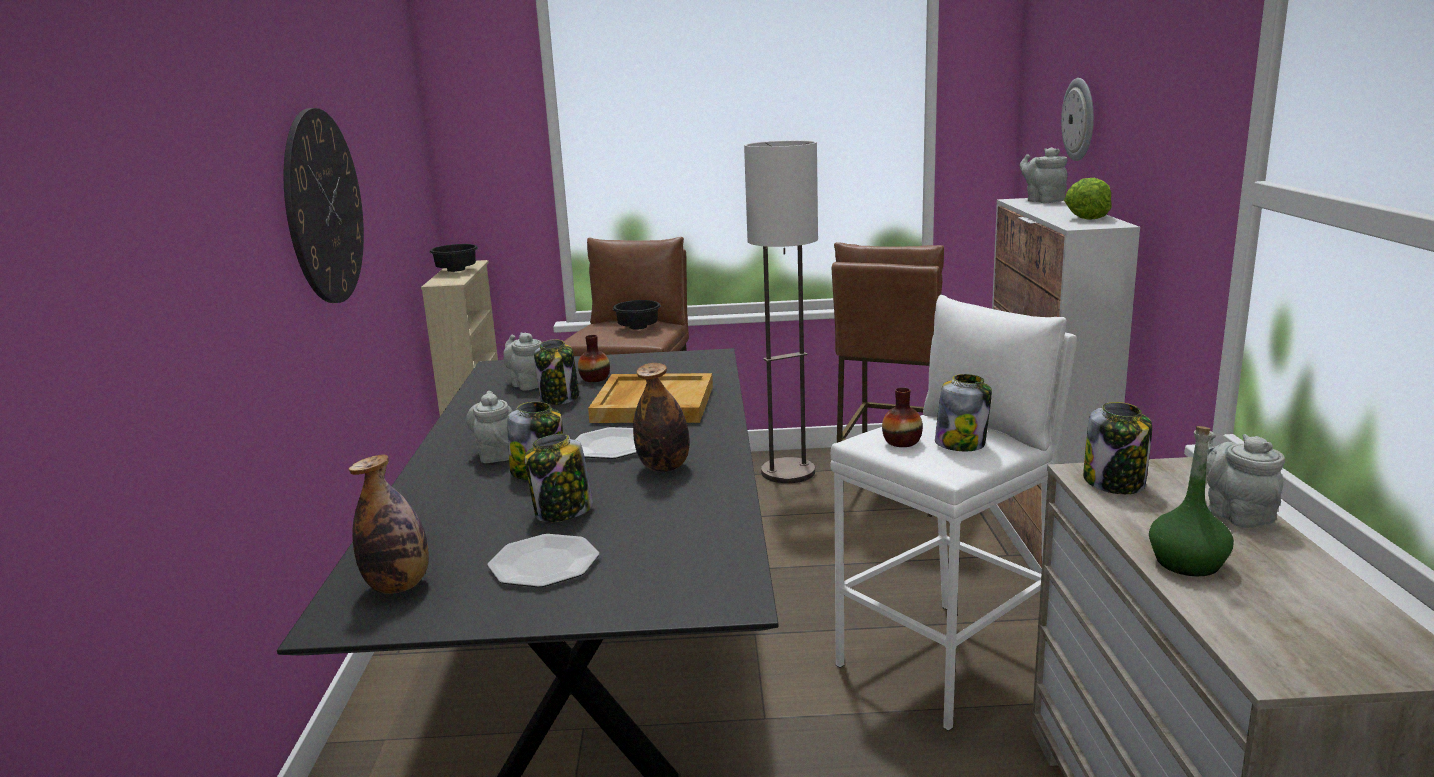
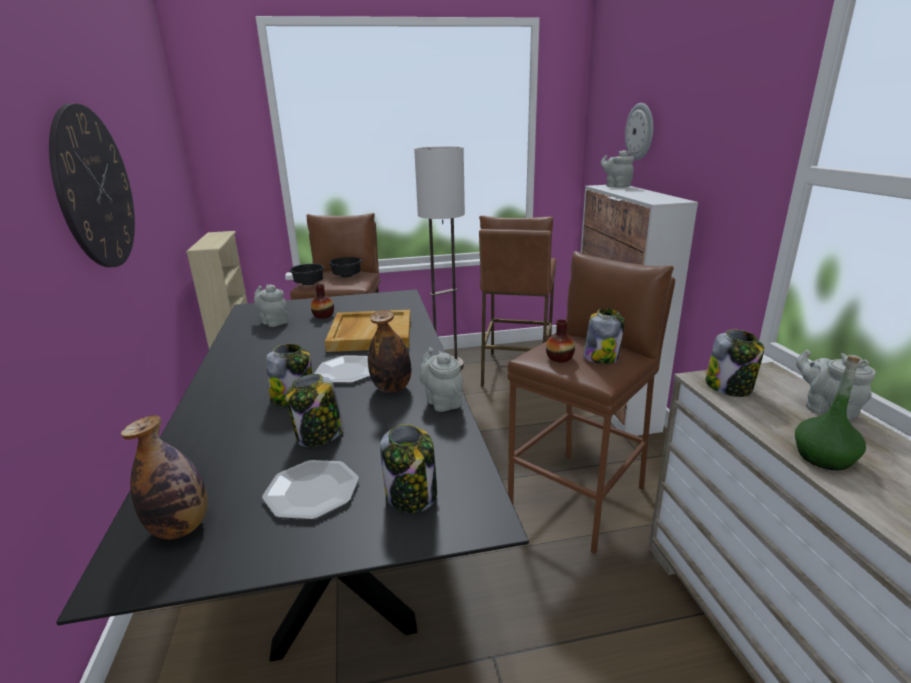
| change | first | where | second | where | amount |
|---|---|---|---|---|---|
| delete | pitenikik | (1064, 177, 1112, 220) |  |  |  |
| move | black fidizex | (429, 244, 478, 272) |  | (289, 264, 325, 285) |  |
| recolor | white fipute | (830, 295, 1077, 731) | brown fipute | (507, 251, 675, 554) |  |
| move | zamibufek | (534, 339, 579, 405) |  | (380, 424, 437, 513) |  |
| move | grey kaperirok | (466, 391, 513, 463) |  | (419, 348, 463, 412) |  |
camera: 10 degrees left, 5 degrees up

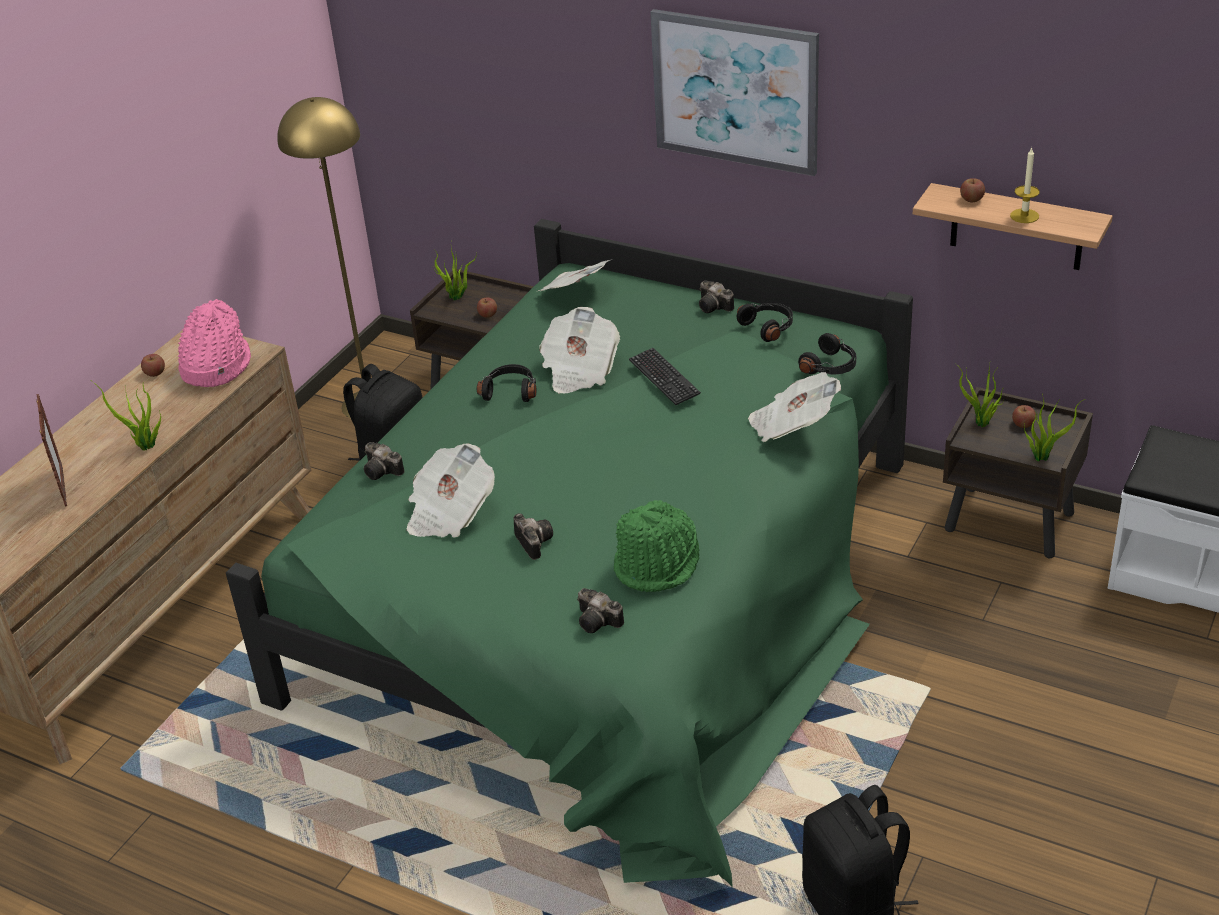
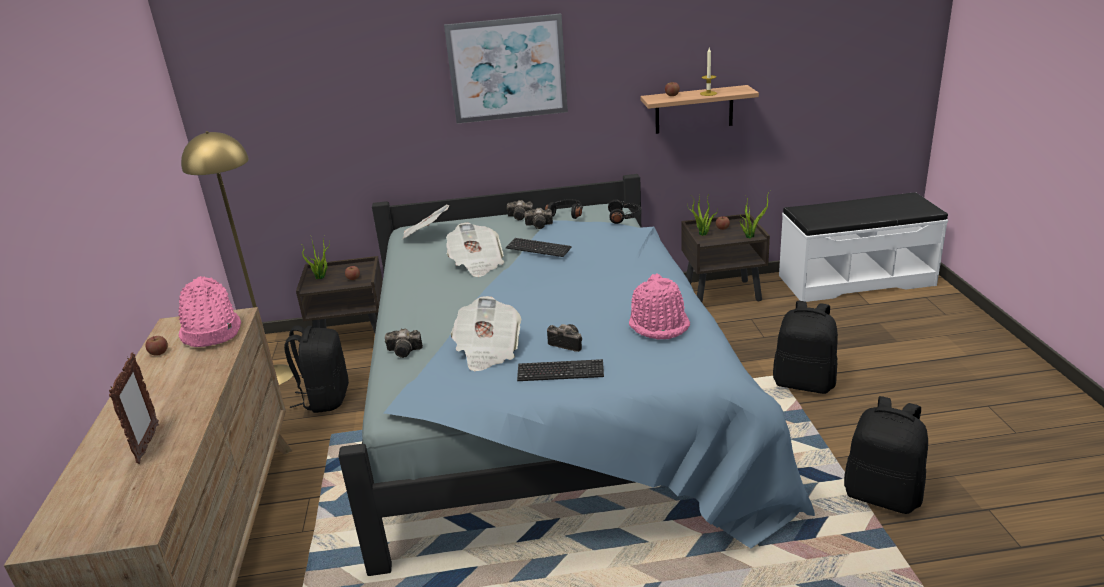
| change | first | where | second | where | amount |
|---|---|---|---|---|---|
| recolor | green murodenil | (226, 219, 913, 887) | blue murodenil | (338, 174, 815, 576) |  |
| delete | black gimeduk | (477, 364, 536, 402) |  |  |  |
| delete | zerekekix | (748, 372, 841, 442) |  |  |  |
| delete | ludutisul | (92, 381, 161, 451) |  |  |  |
| rotate | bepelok | (36, 394, 67, 507) |  | (109, 353, 159, 464) | 45 degrees clockwise |
| recolor | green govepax | (614, 500, 700, 592) | pink govepax | (629, 273, 690, 339) |  |
| move | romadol | (577, 588, 624, 633) |  | (524, 208, 553, 229) |  |
| insert |  |  | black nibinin | (773, 301, 838, 394) |  |
| insert |  |  | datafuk | (517, 359, 604, 381) |  |
camera: 35 degrees left, 10 degrees down

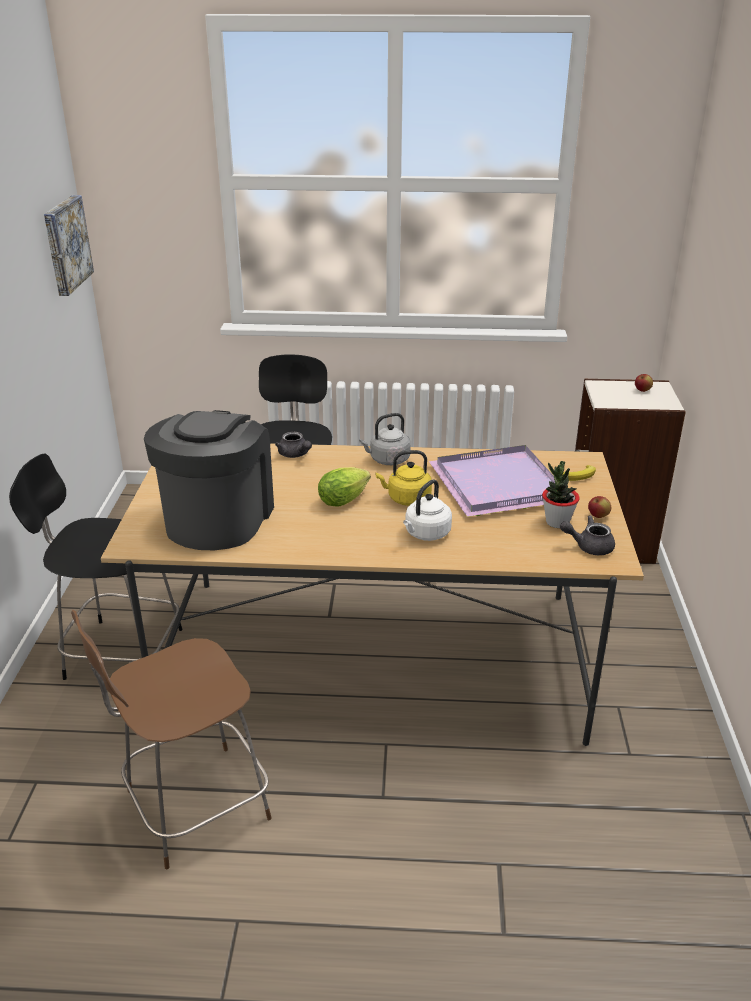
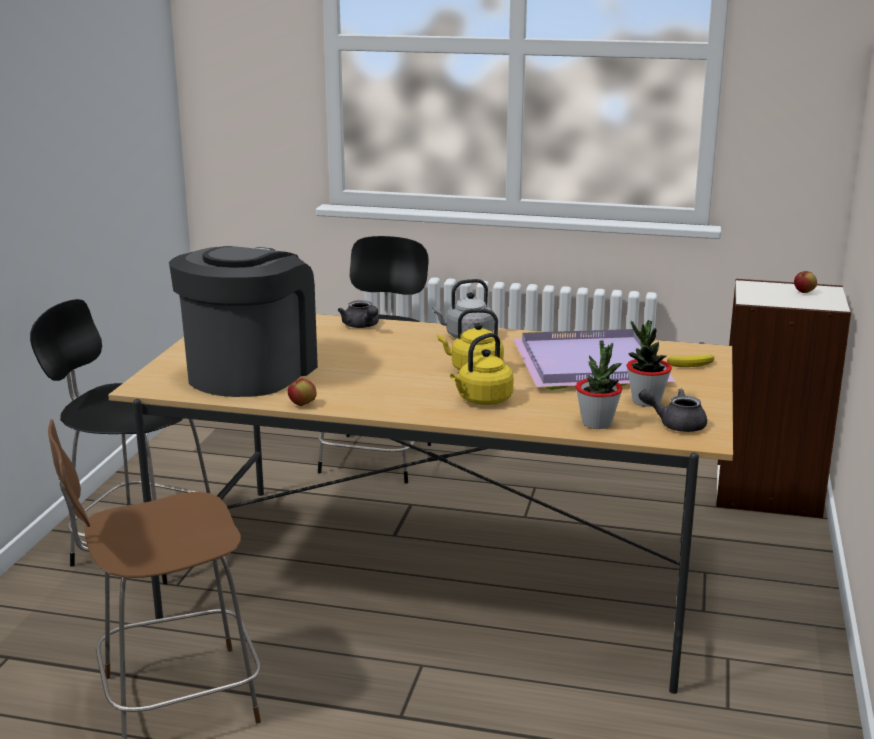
| change | first | where | second | where | amount |
|---|---|---|---|---|---|
| delete | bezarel | (44, 195, 94, 296) |  |  |  |
| delete | pitenikik | (318, 467, 371, 506) |  |  |  |
| recolor | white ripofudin | (403, 479, 452, 541) | yellow ripofudin | (450, 333, 514, 405) |  |
| move | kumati | (588, 496, 611, 518) |  | (288, 379, 317, 406) |  |
| insert |  |  | ludutisul | (576, 340, 623, 429) |  |
camera: 10 degrees right, 10 degrees down

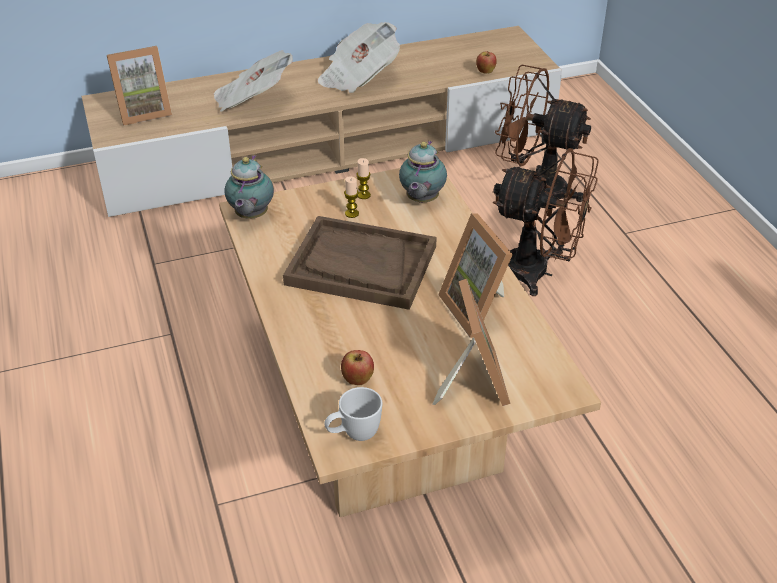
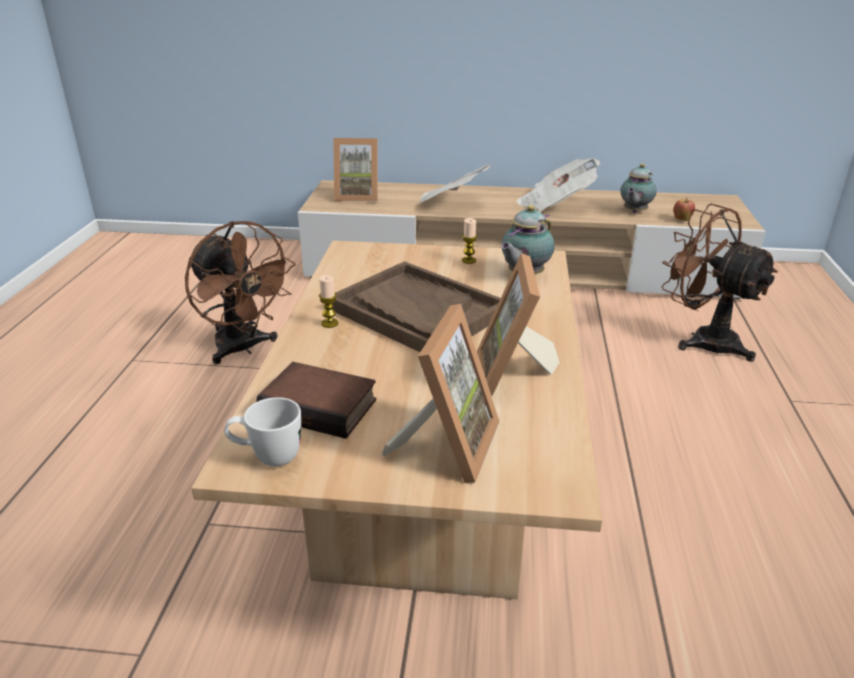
| change | first | where | second | where | amount |
|---|---|---|---|---|---|
| move | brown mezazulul | (493, 148, 599, 296) |  | (185, 221, 296, 364) |  |
| move | kaperirok | (225, 155, 274, 219) |  | (620, 163, 657, 213) |  |
| move | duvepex | (344, 176, 359, 218) |  | (319, 275, 338, 328) |  |
| replace | kumati | (341, 350, 374, 385) | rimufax | (256, 362, 376, 439) |  |
camera: 25 degrees right, 10 degrees down

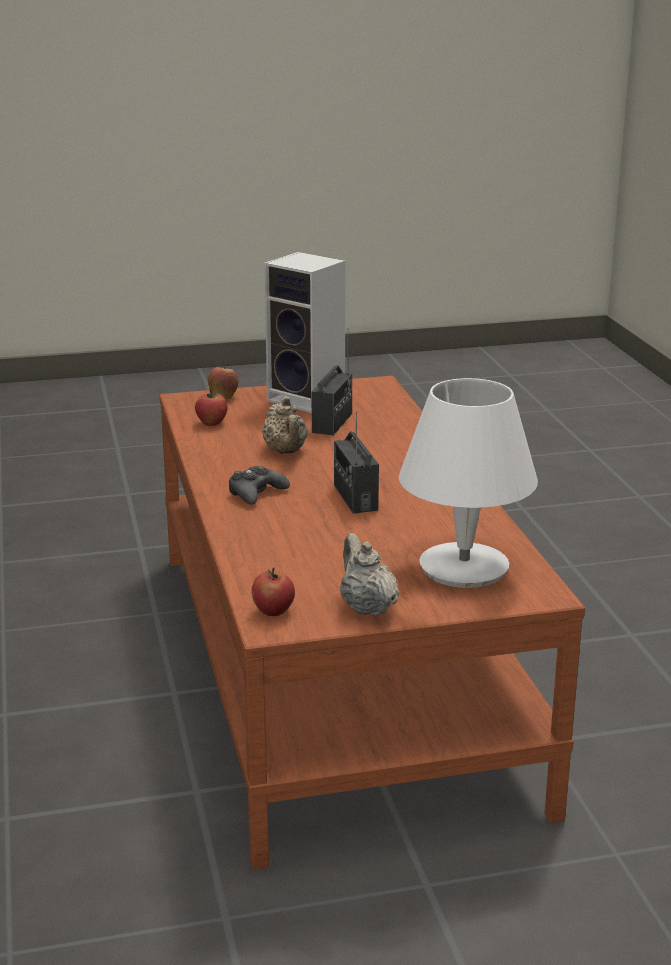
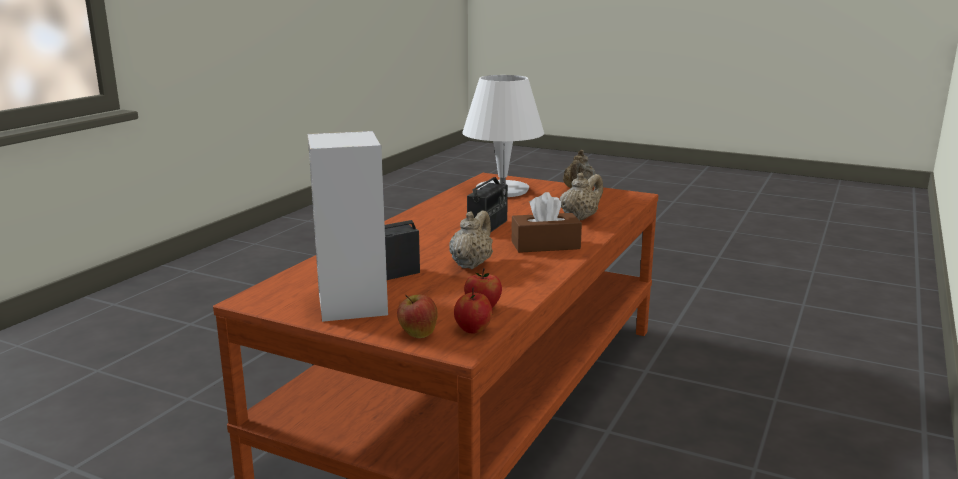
| change | first | where | second | where | amount |
|---|---|---|---|---|---|
| replace | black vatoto | (229, 465, 290, 505) | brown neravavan | (511, 192, 582, 253) |  |
| move | kumati | (252, 567, 295, 616) |  | (454, 288, 492, 333) |  |
| insert |  |  | beige kaperirok | (560, 172, 603, 220) |  |
camera: 140 degrees left, 5 degrees down

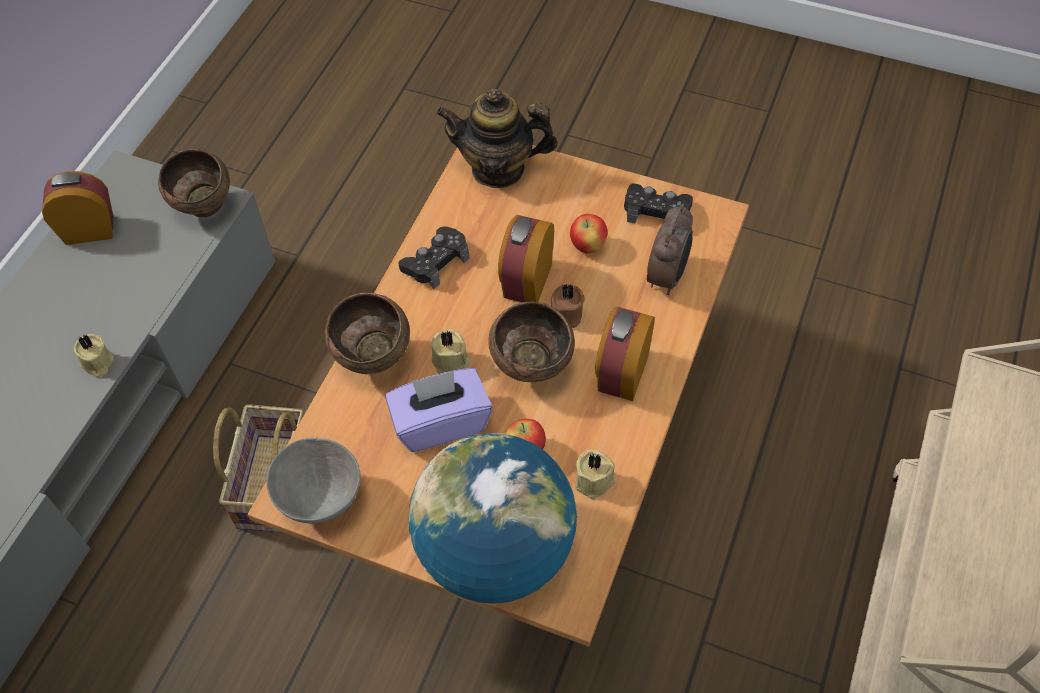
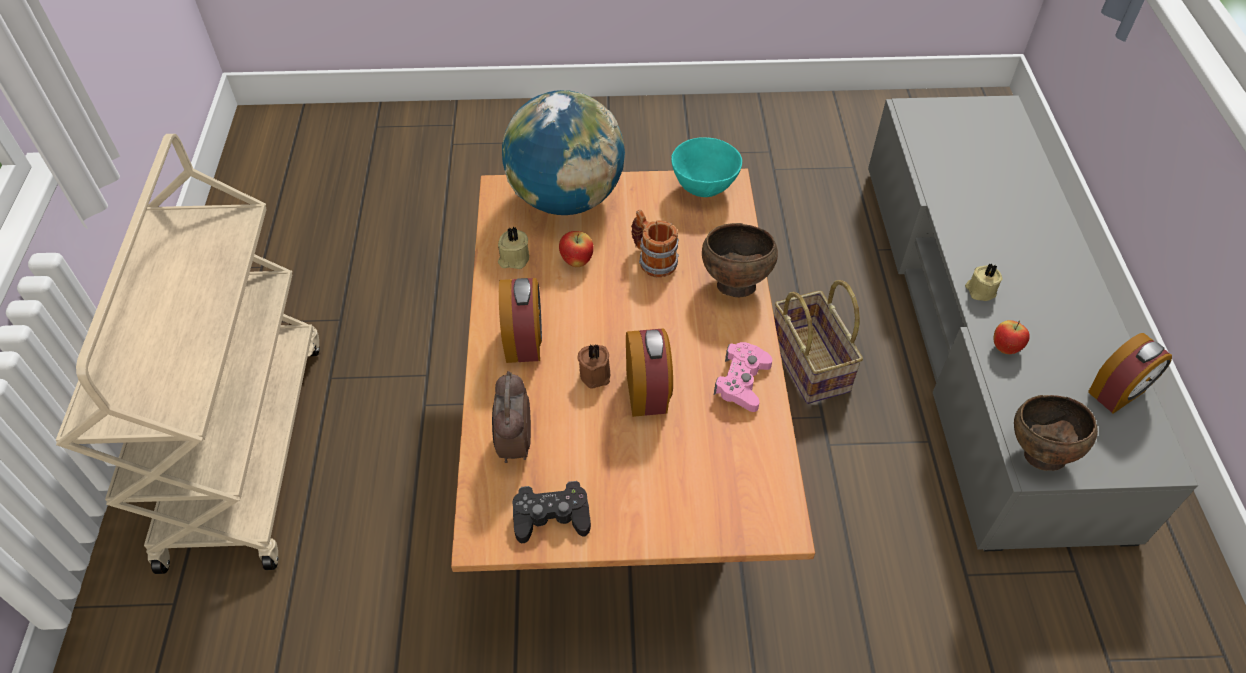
| change | first | where | second | where | amount |
|---|---|---|---|---|---|
| delete | kaperirok | (436, 88, 558, 188) |  |  |  |
| move | kumati | (570, 214, 608, 254) |  | (994, 320, 1030, 354) |  |
| recolor | black vatoto | (398, 226, 469, 289) | pink vatoto | (714, 342, 772, 412) |  |
| delete | brown fidizex | (489, 302, 575, 382) |  |  |  |
| delete | beige duvepex | (430, 329, 471, 374) |  |  |  |
| replace | purple neravavan | (385, 368, 493, 452) | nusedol | (631, 210, 679, 278) |  |
| recolor | grey fidizex | (266, 437, 361, 524) | turquoise fidizex | (671, 137, 742, 197) |  |
camera: 155 degrees right, 5 degrees down

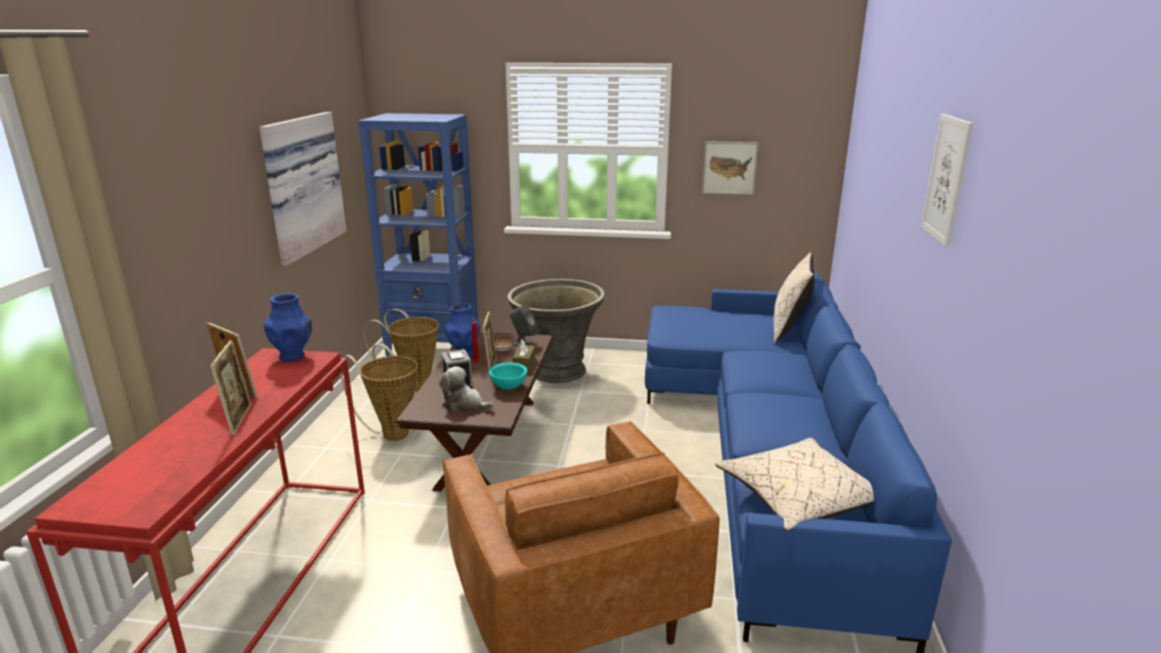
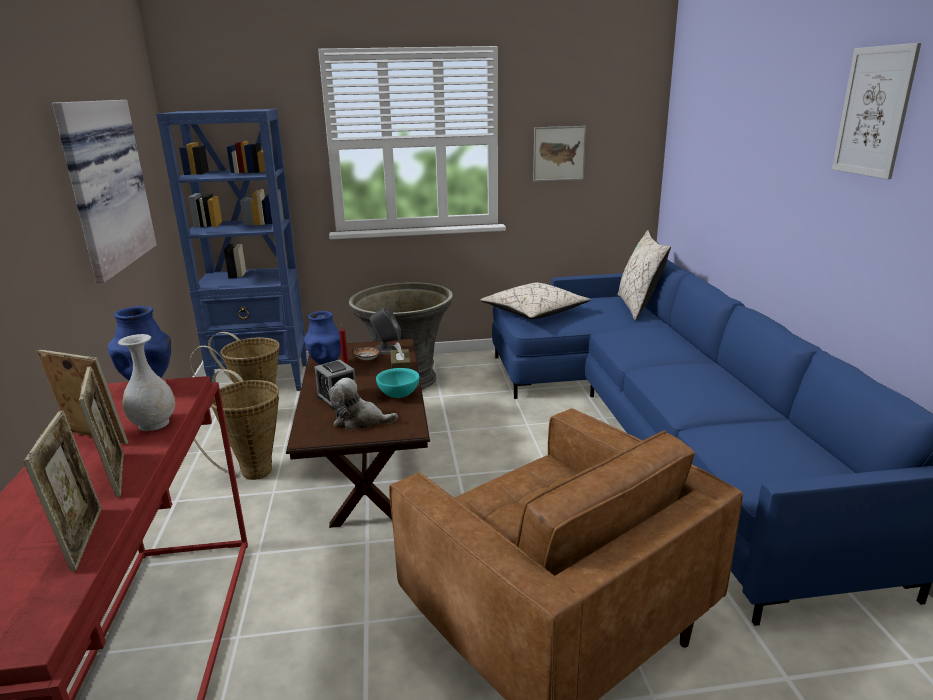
| change | first | where | second | where | amount |
|---|---|---|---|---|---|
| move | bepelok | (483, 311, 496, 370) |  | (23, 410, 102, 572) |  |
| move | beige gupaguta | (715, 438, 874, 531) |  | (480, 282, 591, 319) |  |
| insert |  |  | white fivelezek | (118, 334, 175, 431) |  |
camera: 15 degrees left, 0 degrees up

